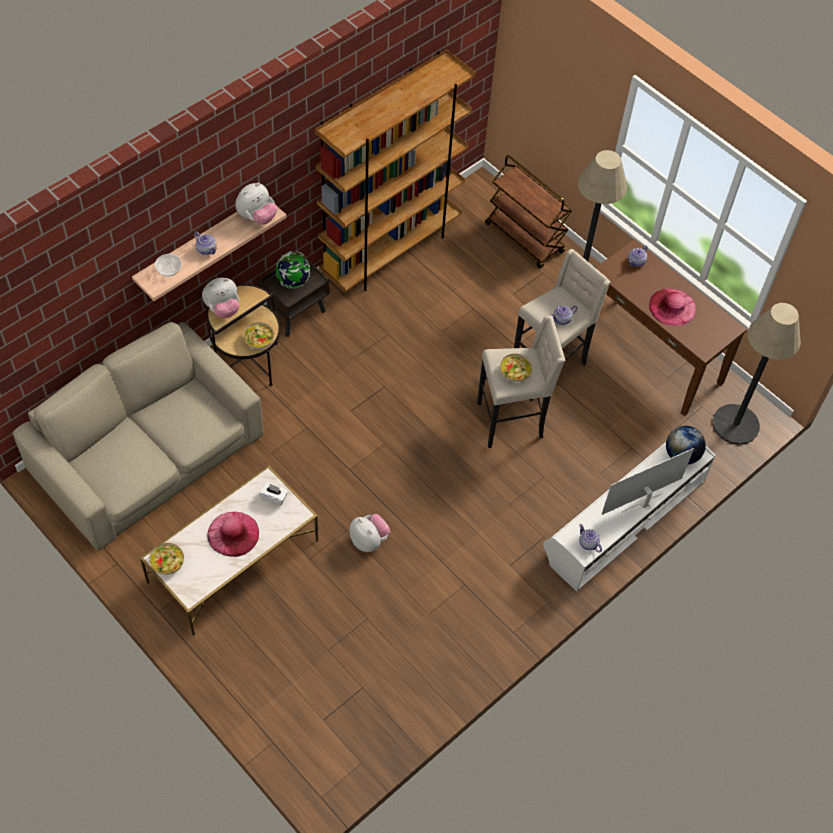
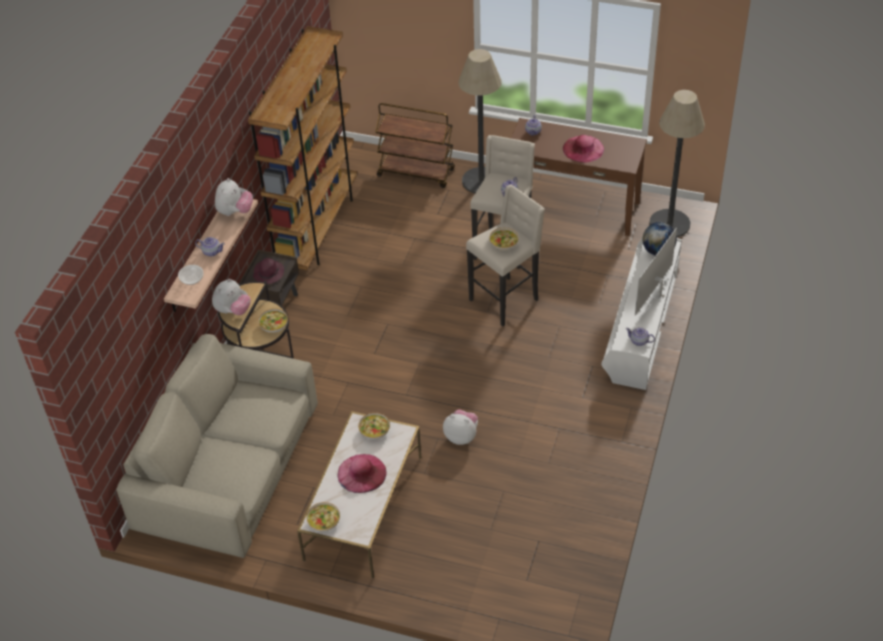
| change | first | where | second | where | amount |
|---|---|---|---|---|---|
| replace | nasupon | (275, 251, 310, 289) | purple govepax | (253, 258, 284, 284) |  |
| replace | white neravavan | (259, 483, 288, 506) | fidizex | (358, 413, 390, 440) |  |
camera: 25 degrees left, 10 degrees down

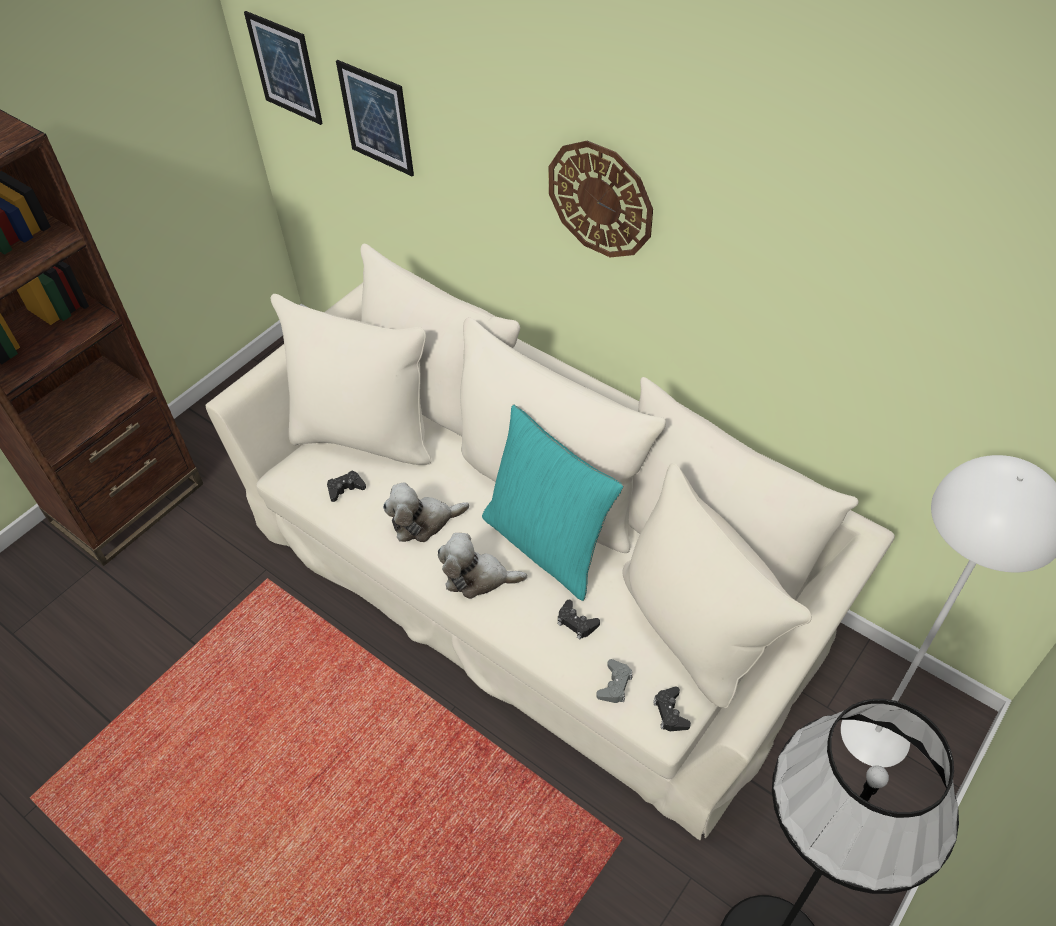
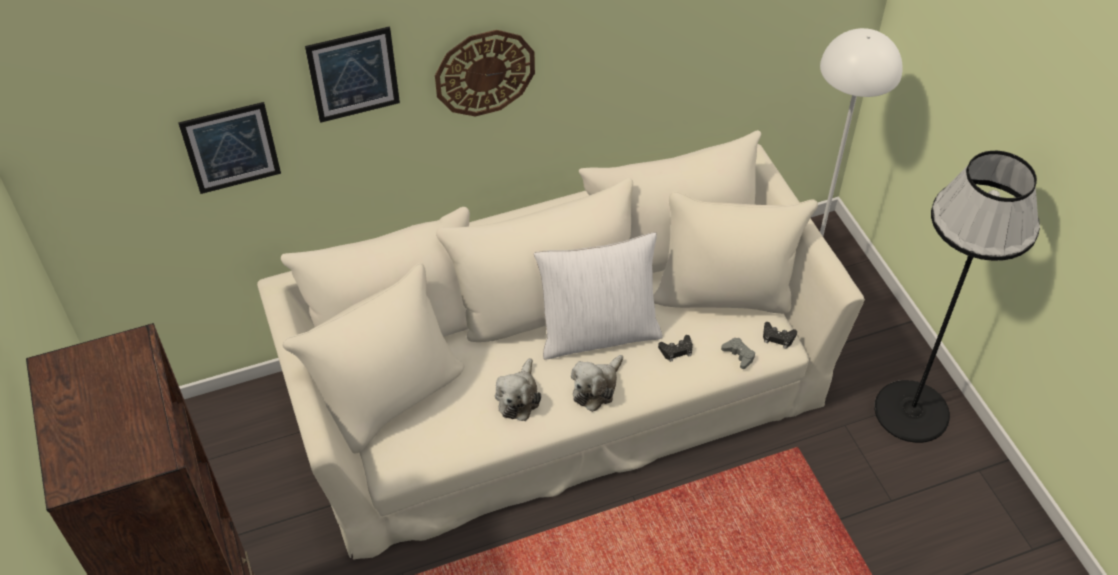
| change | first | where | second | where | amount |
|---|---|---|---|---|---|
| move | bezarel | (244, 11, 323, 125) |  | (305, 26, 400, 123) |  |
| recolor | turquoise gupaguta | (482, 404, 624, 601) | white gupaguta | (534, 232, 663, 359) |  |
| delete | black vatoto | (327, 470, 366, 502) |  |  |  |
camera: 60 degrees left, 0 degrees up

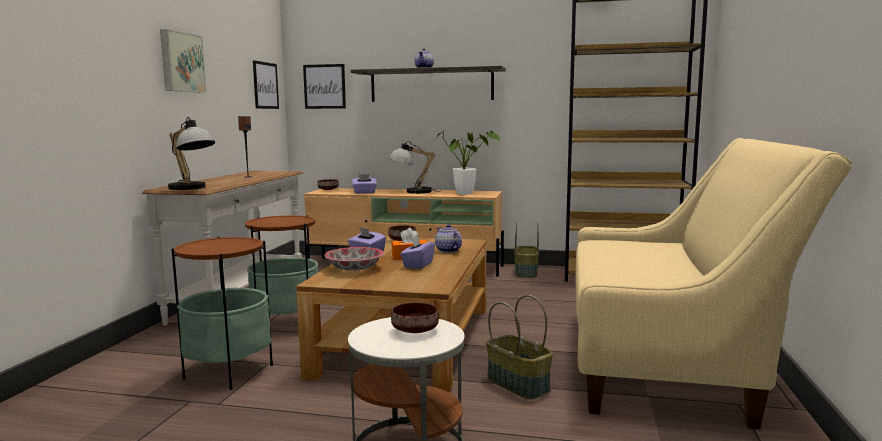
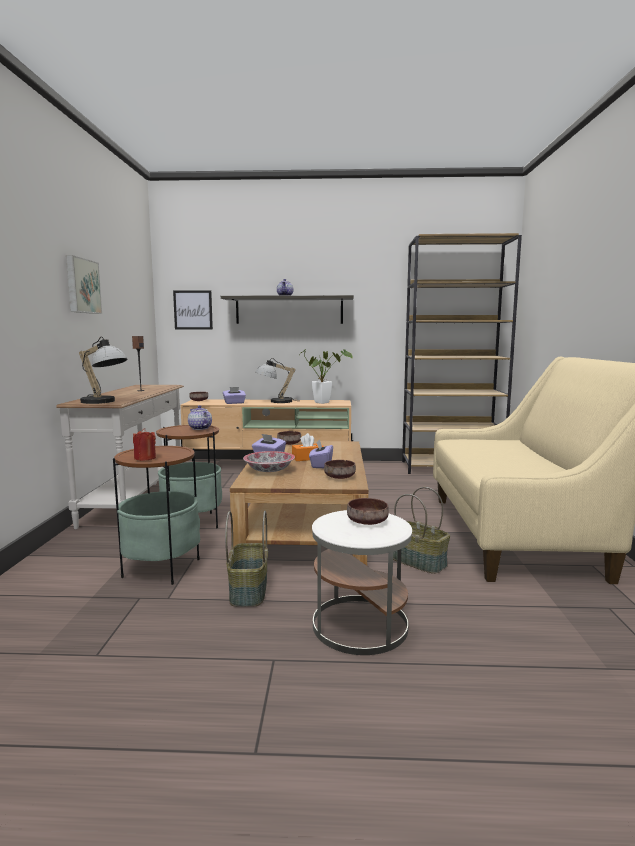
| change | first | where | second | where | amount |
|---|---|---|---|---|---|
| delete | bezarel | (253, 60, 279, 109) |  |  |  |
| move | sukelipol | (514, 221, 539, 278) |  | (225, 511, 268, 607) |  |
| move | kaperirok | (435, 224, 462, 253) |  | (188, 405, 212, 430) |  |
| insert |  |  | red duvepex | (133, 428, 156, 461) |  |
| insert |  |  | brown fidizex | (324, 460, 356, 479) |  |
camera: 10 degrees left, 0 degrees up

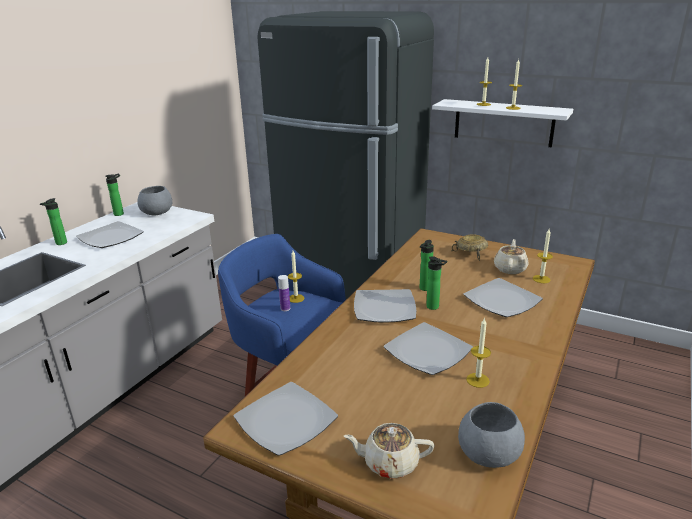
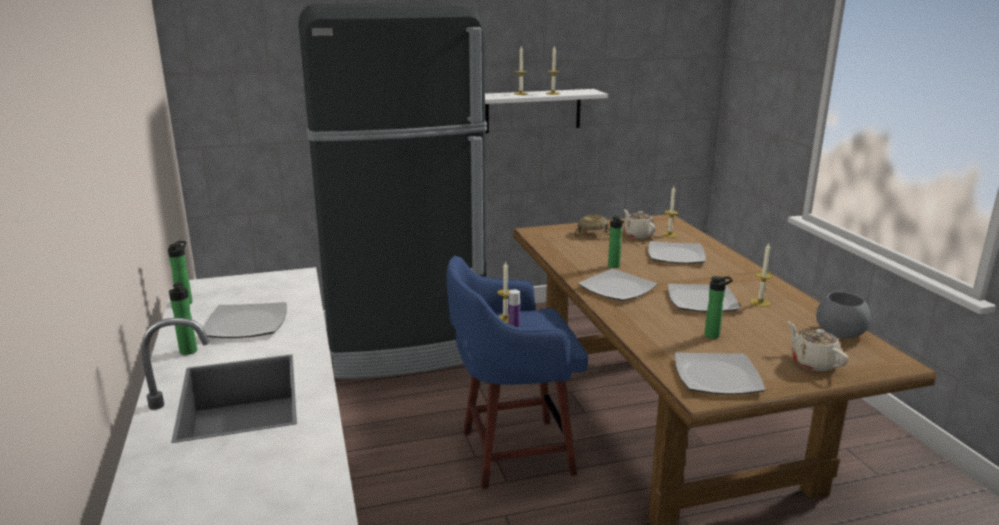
| change | first | where | second | where | amount |
|---|---|---|---|---|---|
| delete | grey fidizex | (137, 186, 172, 215) |  |  |  |
| move | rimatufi | (426, 257, 447, 310) |  | (704, 276, 733, 339) |  |
| rotate | beige kaperirok | (344, 423, 435, 478) |  | (788, 322, 848, 371) | 105 degrees clockwise |
camera: 45 degrees left, 5 degrees down

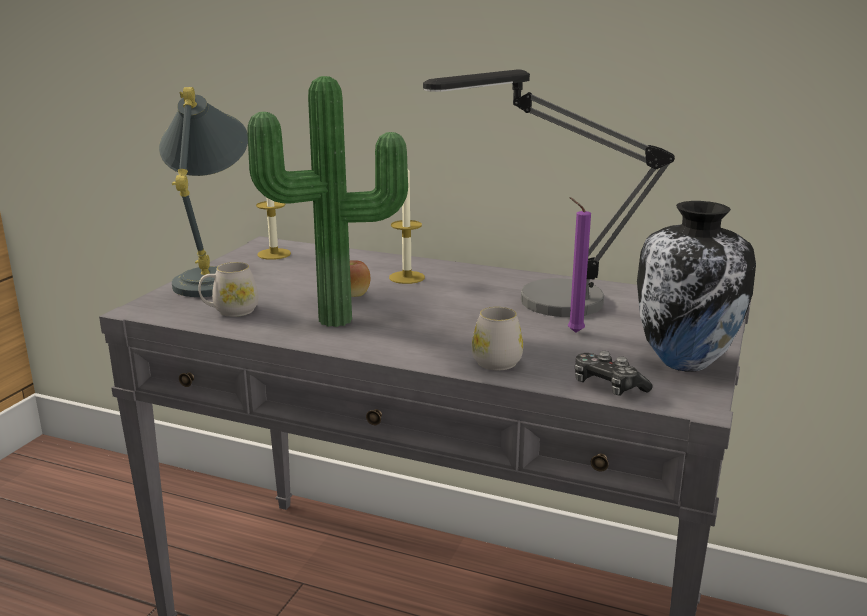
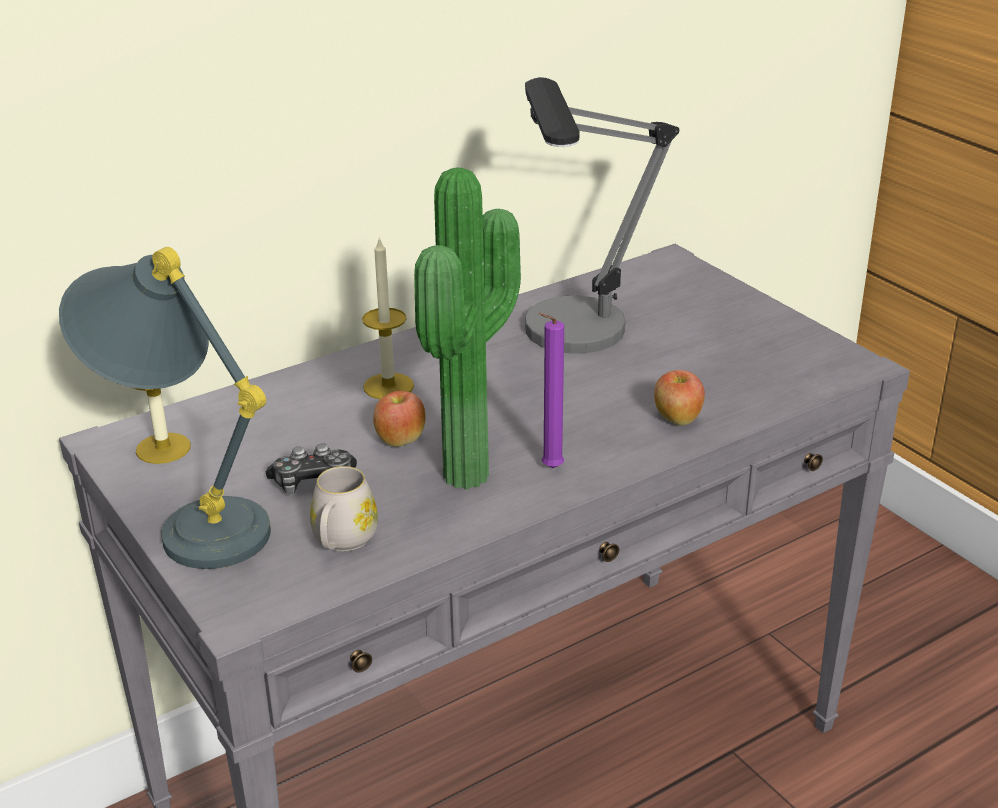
| change | first | where | second | where | amount |
|---|---|---|---|---|---|
| move | purple duvepex | (568, 197, 591, 333) |  | (538, 313, 564, 468) |  |
| delete | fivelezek | (637, 201, 756, 372) |  |  |  |
| replace | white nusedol | (472, 307, 523, 371) | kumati | (654, 370, 705, 425) |  |
| move | vatoto | (575, 351, 653, 396) |  | (266, 444, 357, 494) |  |
camera: 55 degrees left, 10 degrees up

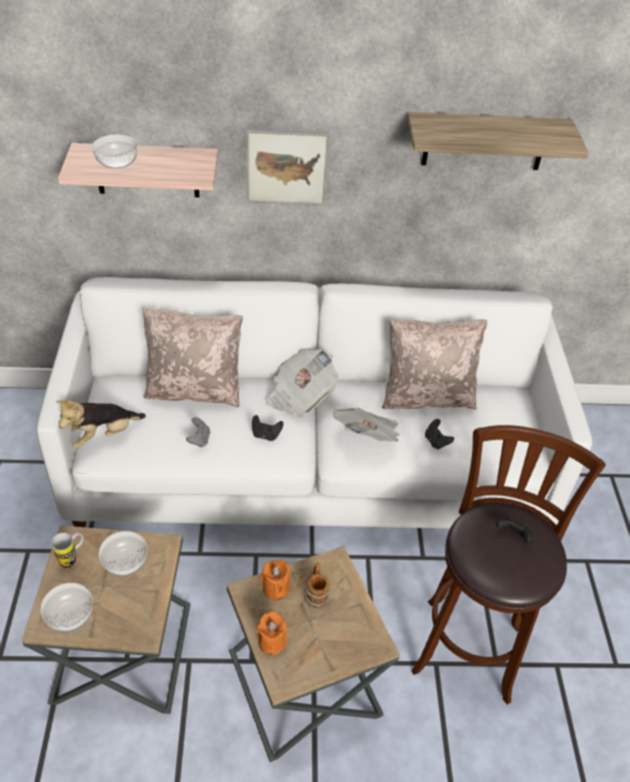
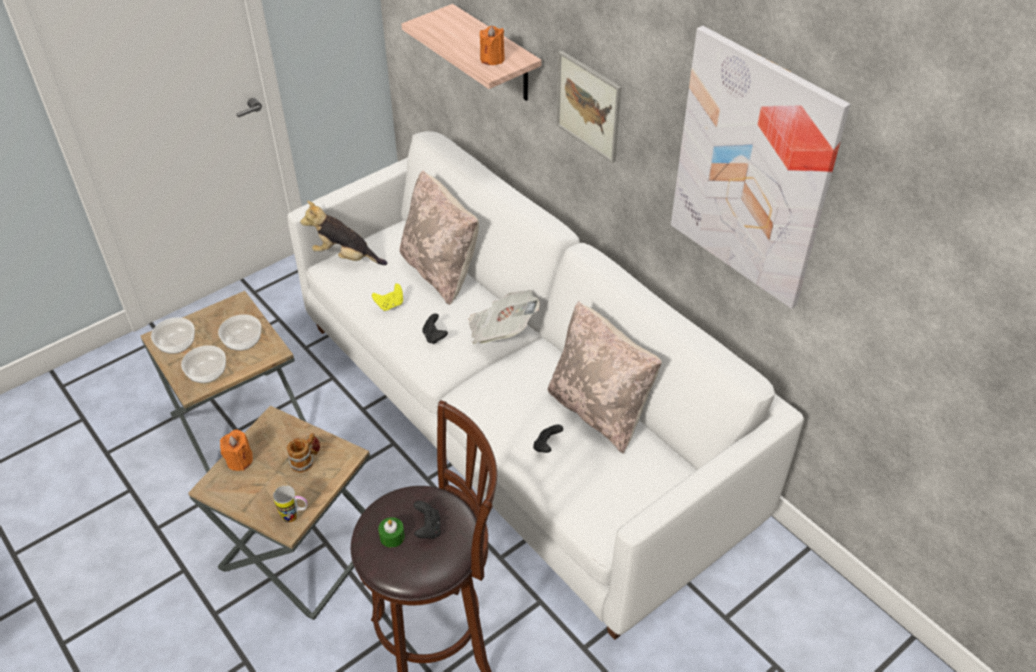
| change | first | where | second | where | amount |
|---|---|---|---|---|---|
| replace | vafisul | (407, 112, 589, 170) | bezarel | (671, 26, 850, 309) |  |
| move | fidizex | (92, 135, 138, 168) |  | (181, 345, 226, 383) |  |
| delete | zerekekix | (333, 408, 400, 441) |  |  |  |
| recolor | grey vatoto | (186, 417, 210, 447) | yellow vatoto | (372, 283, 403, 311) |  |
| move | nusedol | (51, 532, 83, 568) |  | (273, 485, 307, 523) |  |
| move | orange duvepex | (261, 560, 290, 601) |  | (480, 26, 505, 65) |  |
| insert |  |  | green duvepex | (378, 517, 405, 548) |  |
camera: 55 degrees right, 0 degrees up

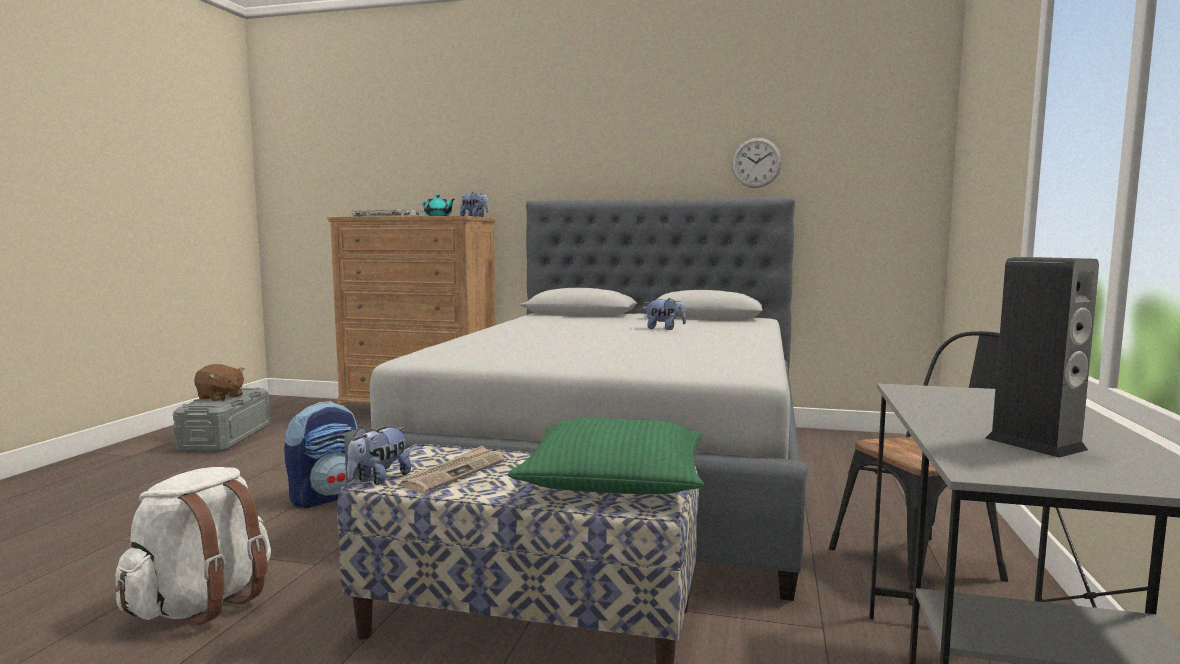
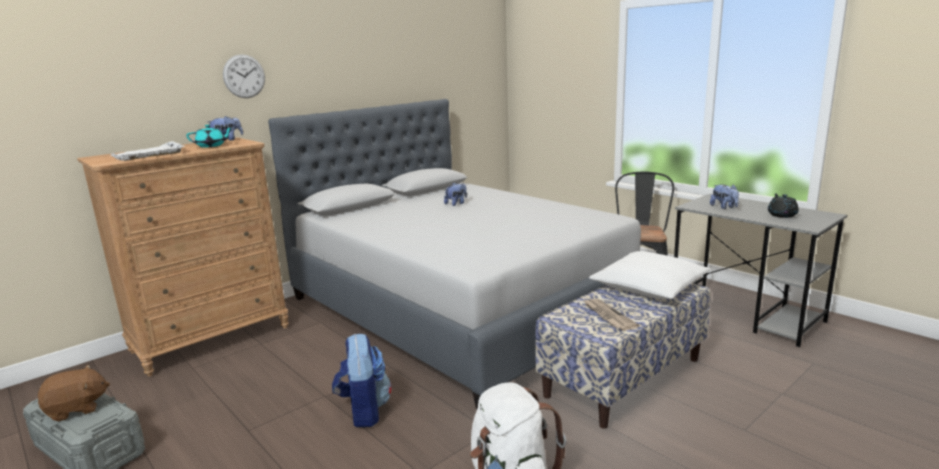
| change | first | where | second | where | amount |
|---|---|---|---|---|---|
| move | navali | (731, 138, 782, 188) |  | (223, 54, 265, 98) |  |
| replace | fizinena | (986, 257, 1099, 458) | black kaperirok | (768, 193, 799, 218) |  |
| recolor | green gupaguta | (508, 418, 704, 494) | white gupaguta | (589, 251, 711, 299) |  |
| move | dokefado | (347, 427, 411, 485) |  | (710, 184, 739, 209) |  |
camera: 55 degrees left, 10 degrees up

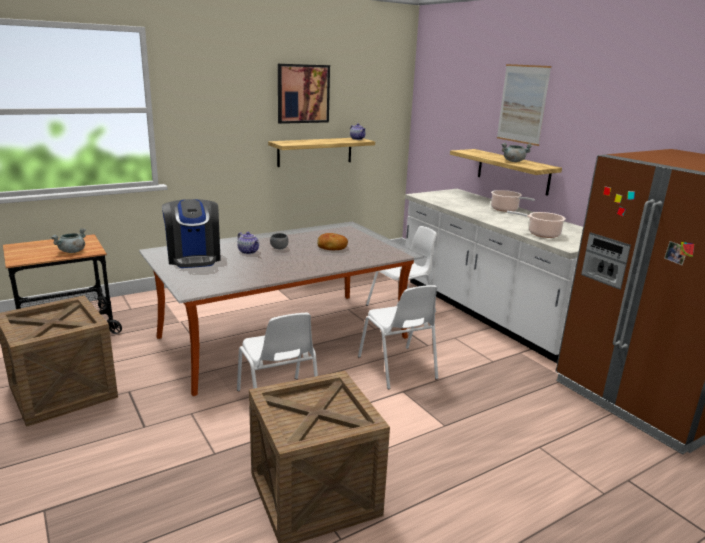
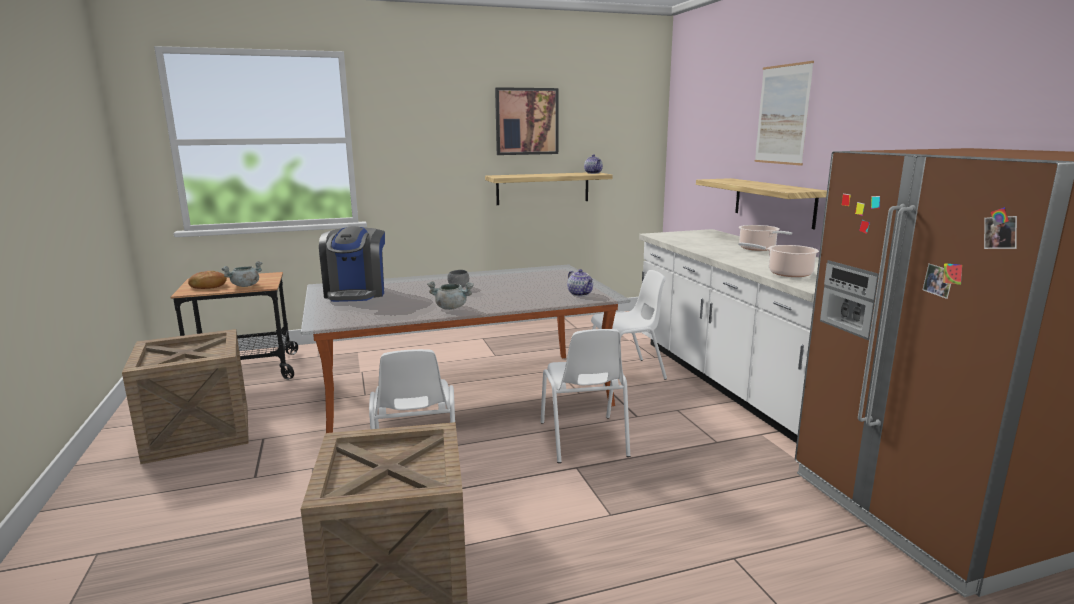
| change | first | where | second | where | amount |
|---|---|---|---|---|---|
| move | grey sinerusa | (501, 143, 533, 162) |  | (427, 281, 474, 310) |  |
| move | kaperirok | (237, 232, 259, 254) |  | (567, 269, 593, 296) |  |
| move | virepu | (317, 233, 348, 250) |  | (188, 271, 227, 289) |  |
camera: 15 degrees right, 5 degrees down

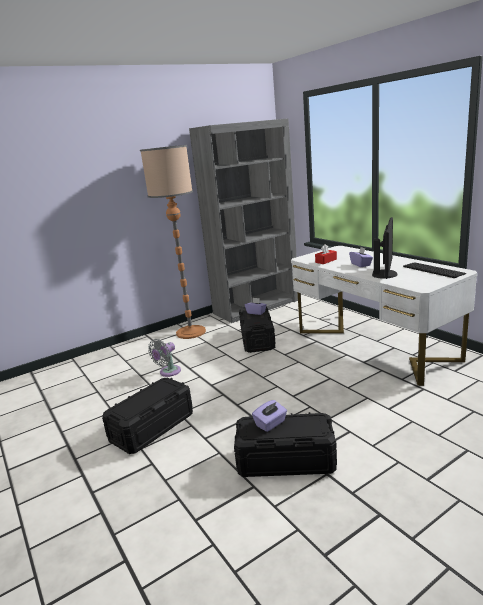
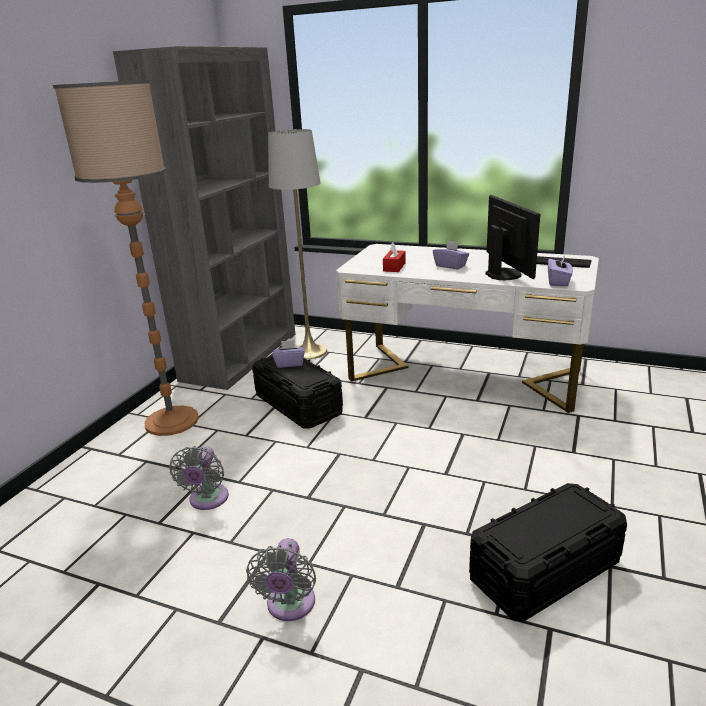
| change | first | where | second | where | amount |
|---|---|---|---|---|---|
| replace | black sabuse | (102, 378, 193, 454) | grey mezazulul | (246, 538, 316, 621) |  |
| move | purple neravavan | (252, 400, 287, 432) |  | (548, 255, 573, 286) |  |
| insert |  |  | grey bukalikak | (268, 129, 327, 360) |  |
camera: 35 degrees left, 5 degrees up

